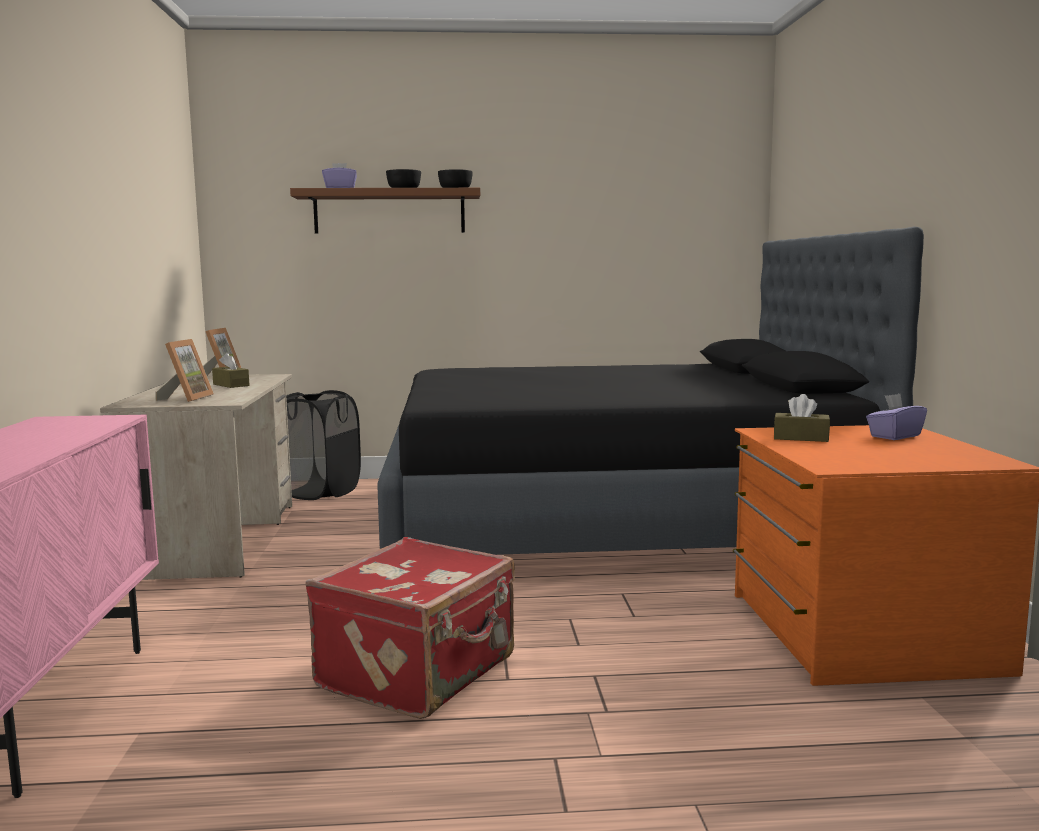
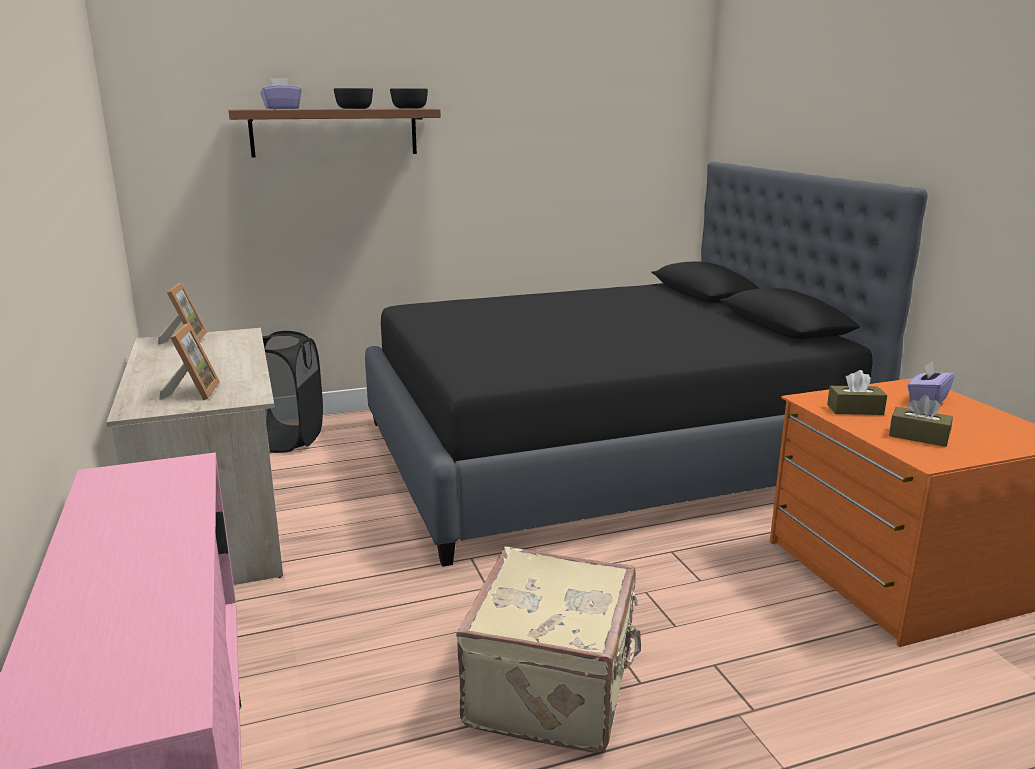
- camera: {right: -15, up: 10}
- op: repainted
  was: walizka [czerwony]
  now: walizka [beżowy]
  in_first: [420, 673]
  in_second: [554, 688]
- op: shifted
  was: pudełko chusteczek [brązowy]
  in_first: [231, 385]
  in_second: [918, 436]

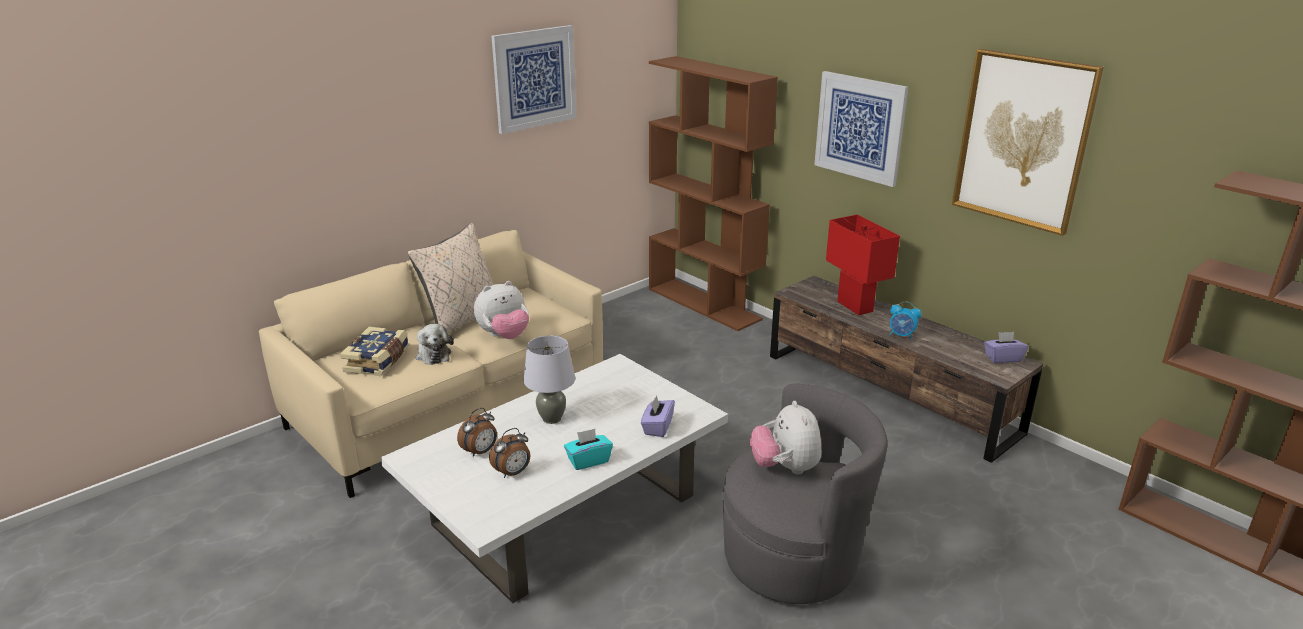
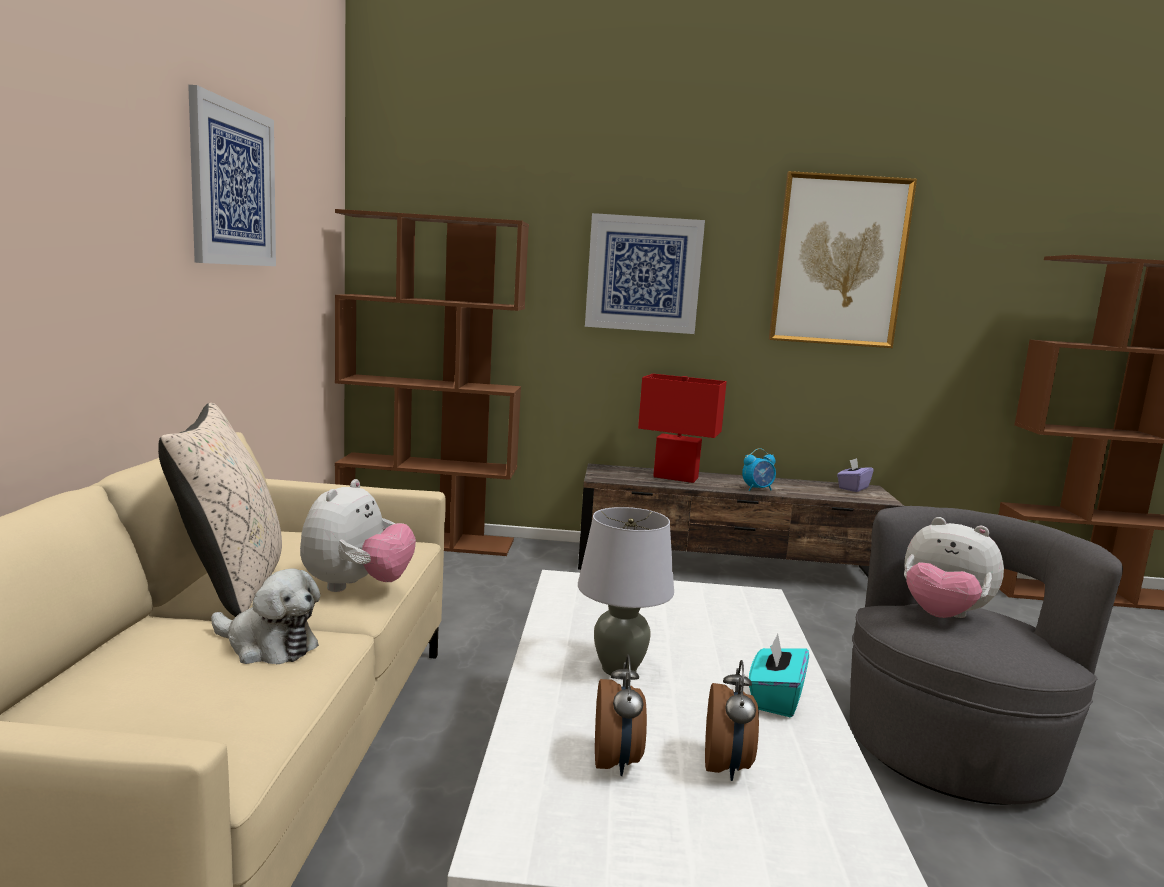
- camera: {right: -45, up: -15}
- op: gone
  was: książka
  in_first: [378, 361]
- op: gone
  was: pudełko chusteczek [fioletowy]
  in_first: [657, 427]

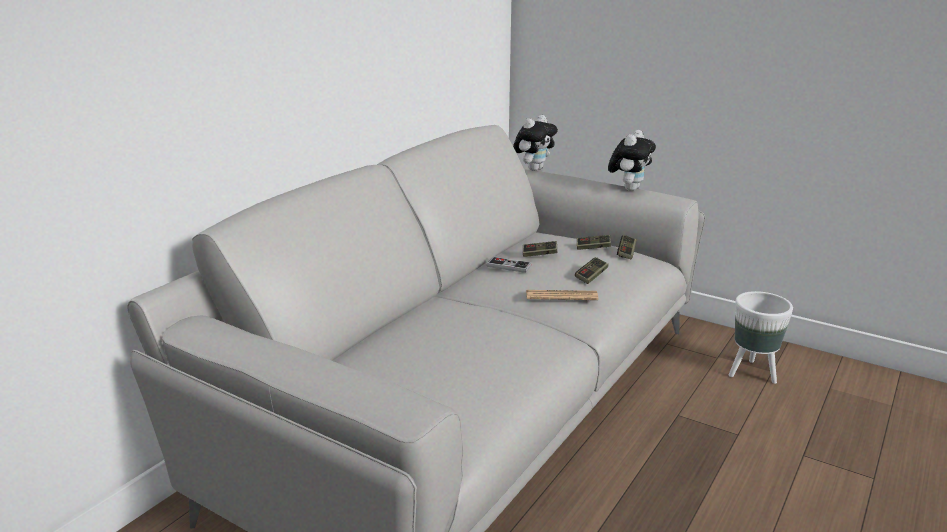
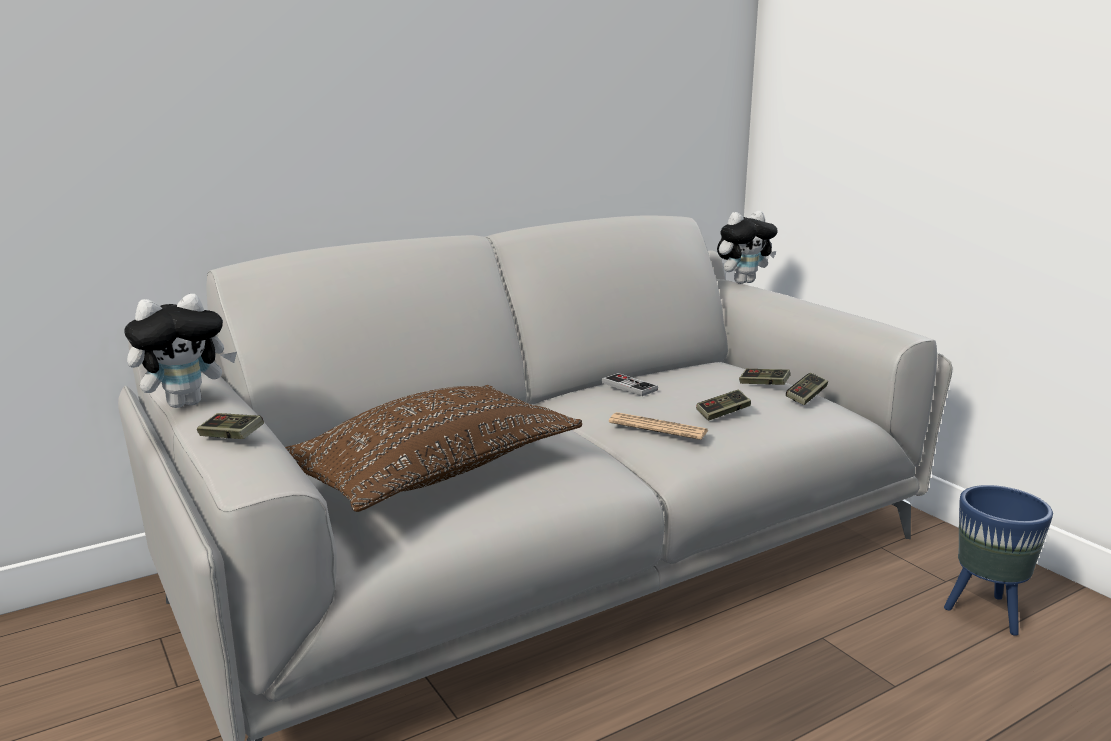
- camera: {right: 25, up: -5}
- op: shifted
  was: pluszak
  in_first: [629, 188]
  in_second: [186, 403]
- op: shifted
  was: pad do gier
  in_first: [539, 255]
  in_second: [231, 437]
- op: new
  now: poduszka [brązowy]
  in_second: [435, 472]
- op: repainted
  was: donica [biały]
  now: donica [niebieski]
  in_first: [752, 373]
  in_second: [987, 613]

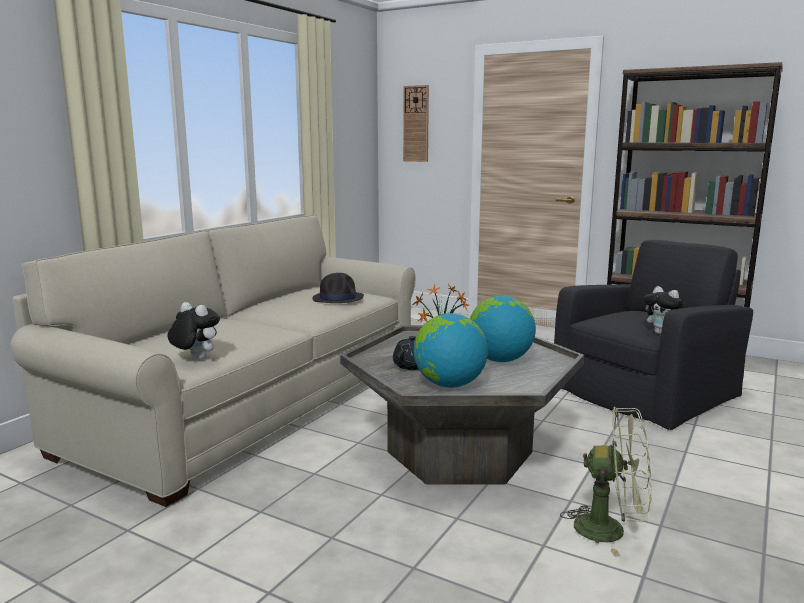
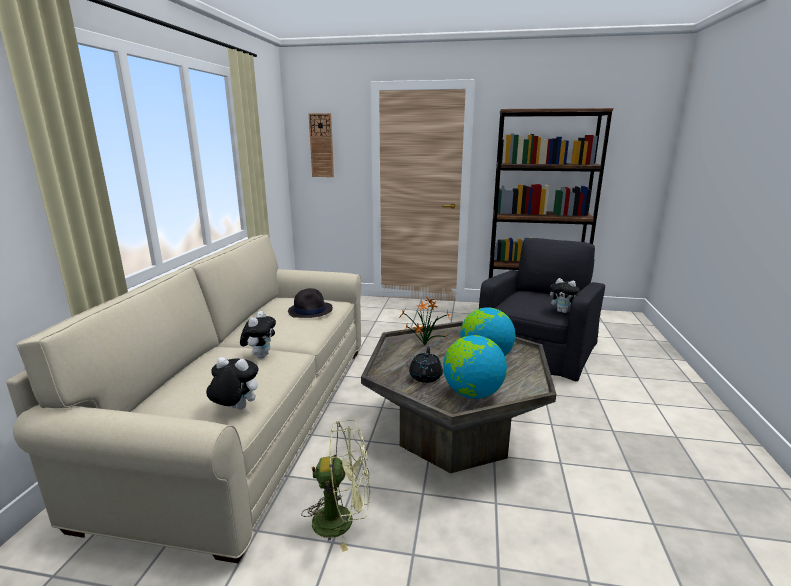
- camera: {right: -20, up: 5}
- op: new
  now: pluszak
  in_second: [260, 356]
- op: shifted
  was: wentylator [zielony]
  in_first: [611, 530]
  in_second: [342, 520]

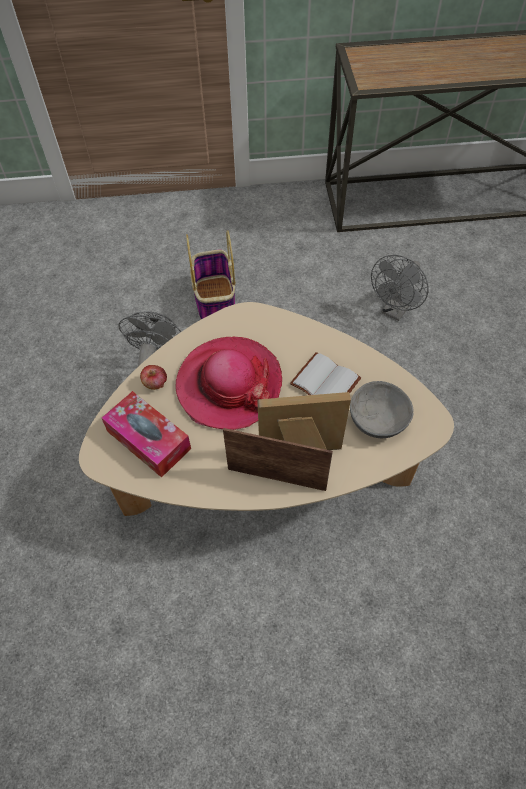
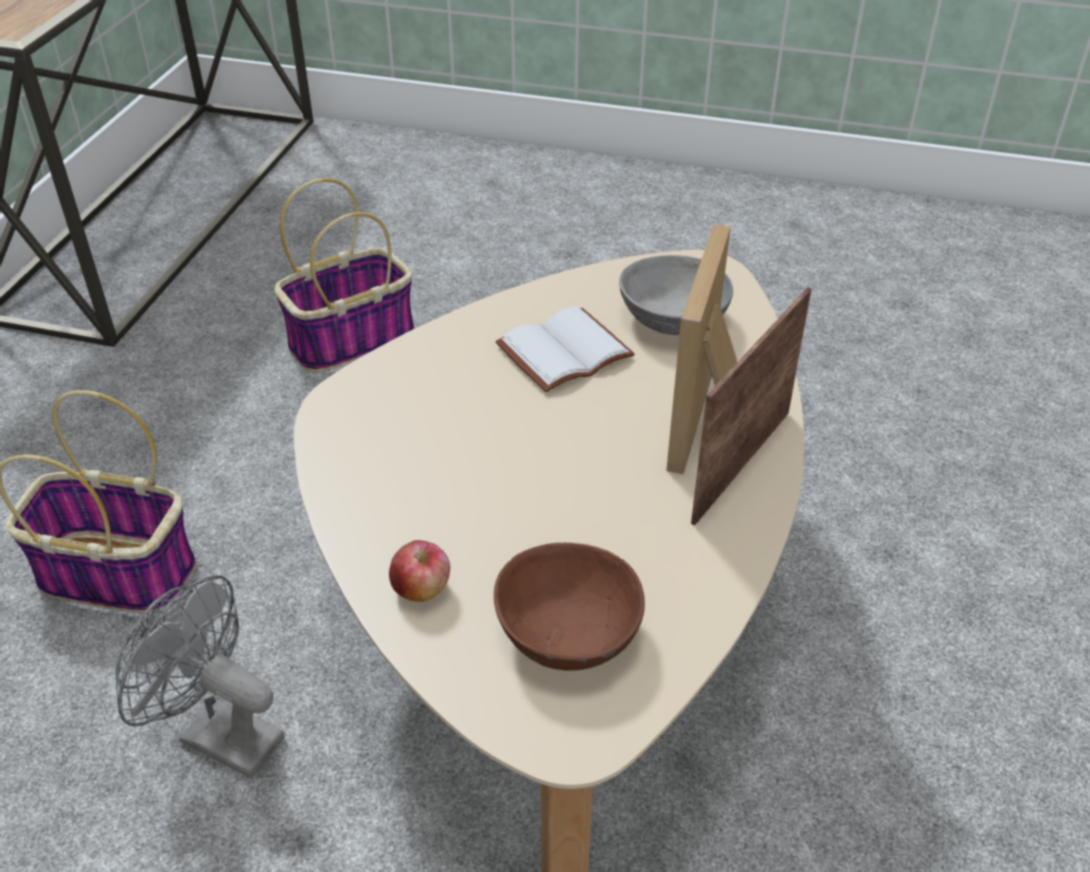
- camera: {right: -70, up: -15}
- op: swapped
  was: wentylator [szary]
  now: koszyk
  in_first: [395, 311]
  in_second: [352, 339]
- op: swapped
  was: pudełko chusteczek
  now: miska [brązowy]
  in_first: [148, 440]
  in_second: [567, 634]
- op: gone
  was: kapelusz
  in_first: [229, 385]

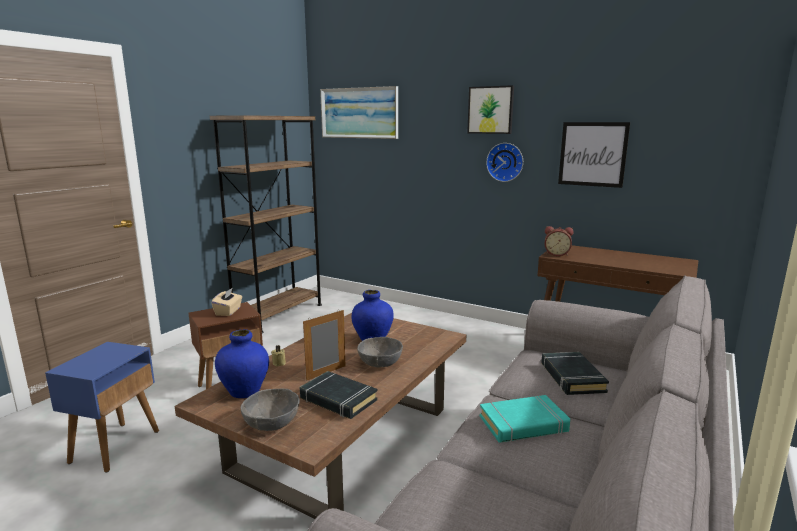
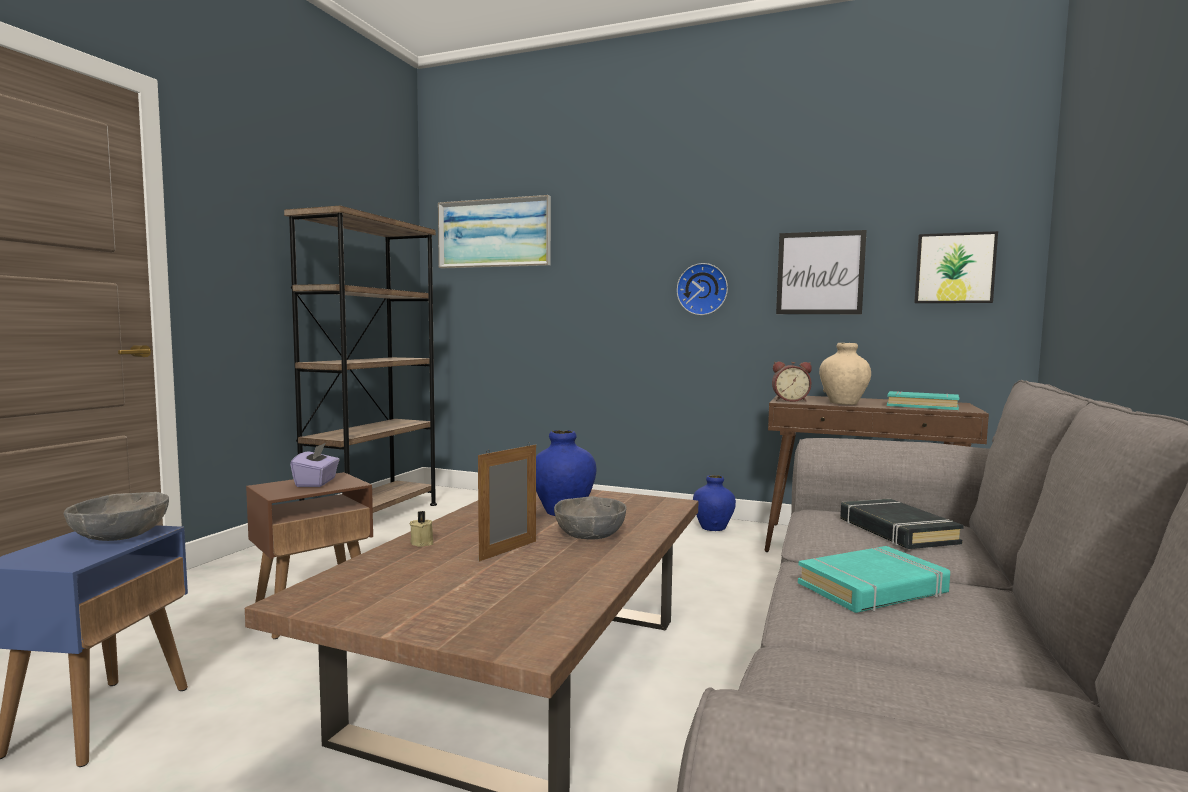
- camera: {right: -10, up: -10}
- op: shifted
  was: miska [szary]
  in_first: [272, 423]
  in_second: [121, 536]
- op: repainted
  was: pudełko chusteczek [beżowy]
  now: pudełko chusteczek [fioletowy]
  in_first: [228, 311]
  in_second: [316, 482]
- op: shifted
  was: wazon [niebieski]
  in_first: [245, 392]
  in_second: [713, 528]
- op: new
  now: wazon [beżowy]
  in_second: [843, 403]
- op: new
  now: książka [turkusowy]
  in_second: [922, 406]
- op: shifted
  was: obraz
  in_first: [491, 110]
  in_second: [954, 268]
- op: gone
  was: książka [czarny]
  in_first: [338, 399]

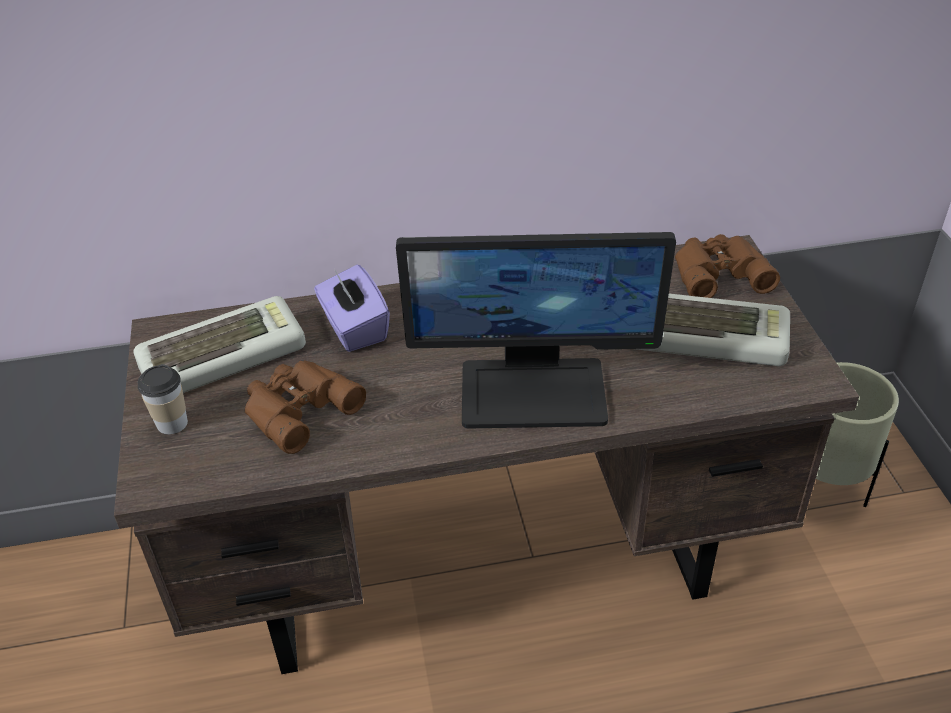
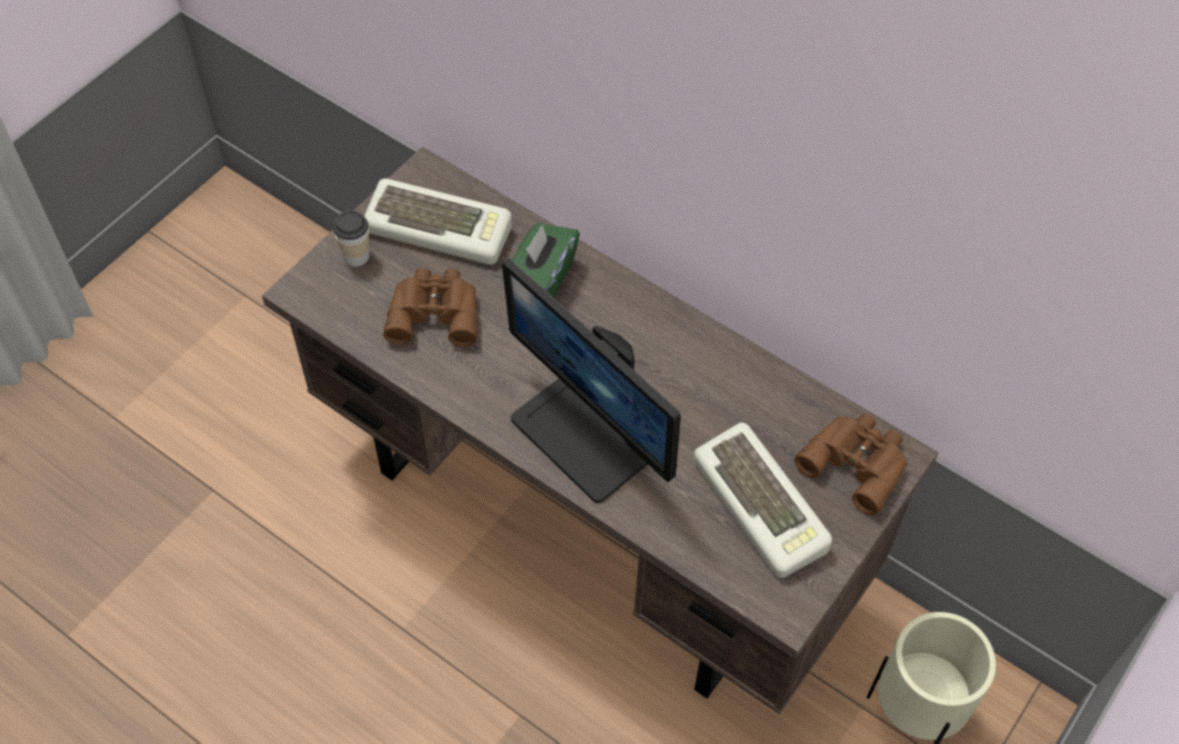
- camera: {right: 45, up: 15}
- op: repainted
  was: pudełko chusteczek [fioletowy]
  now: pudełko chusteczek [zielony]
  in_first: [354, 328]
  in_second: [542, 277]

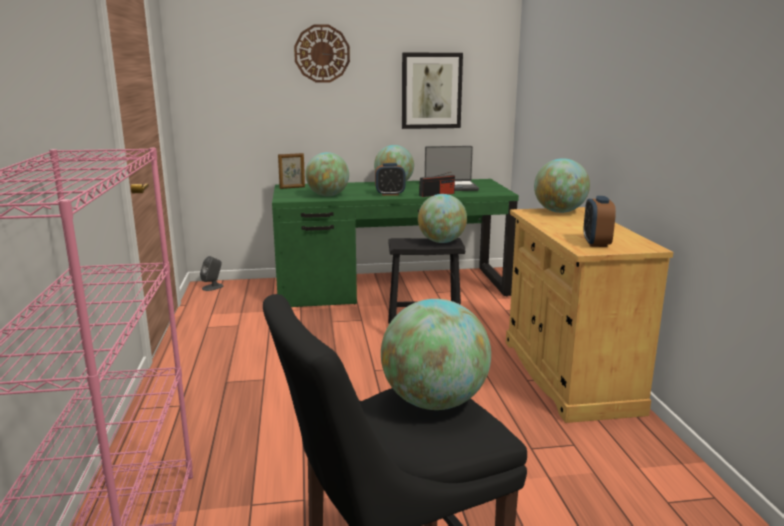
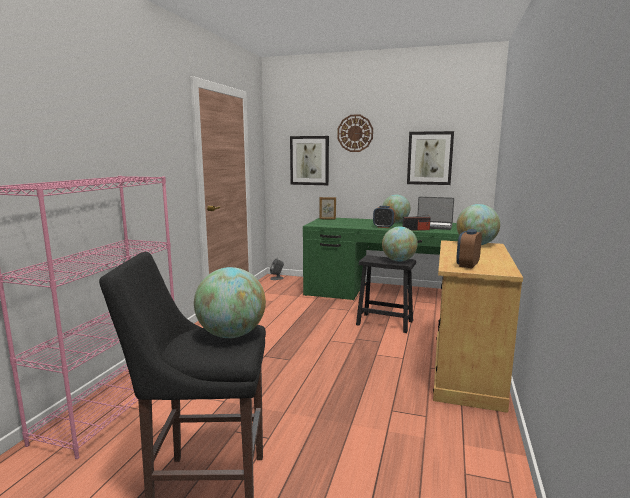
- camera: {right: 25, up: -5}
- op: new
  now: obraz
  in_second: [309, 160]
- op: gone
  was: globus
  in_first: [327, 195]

